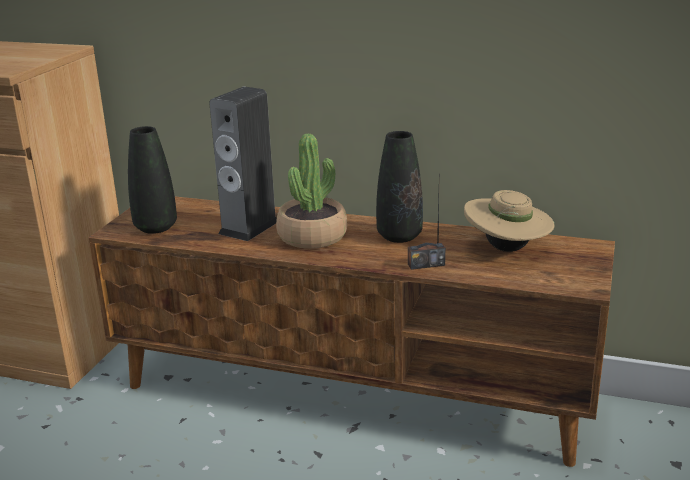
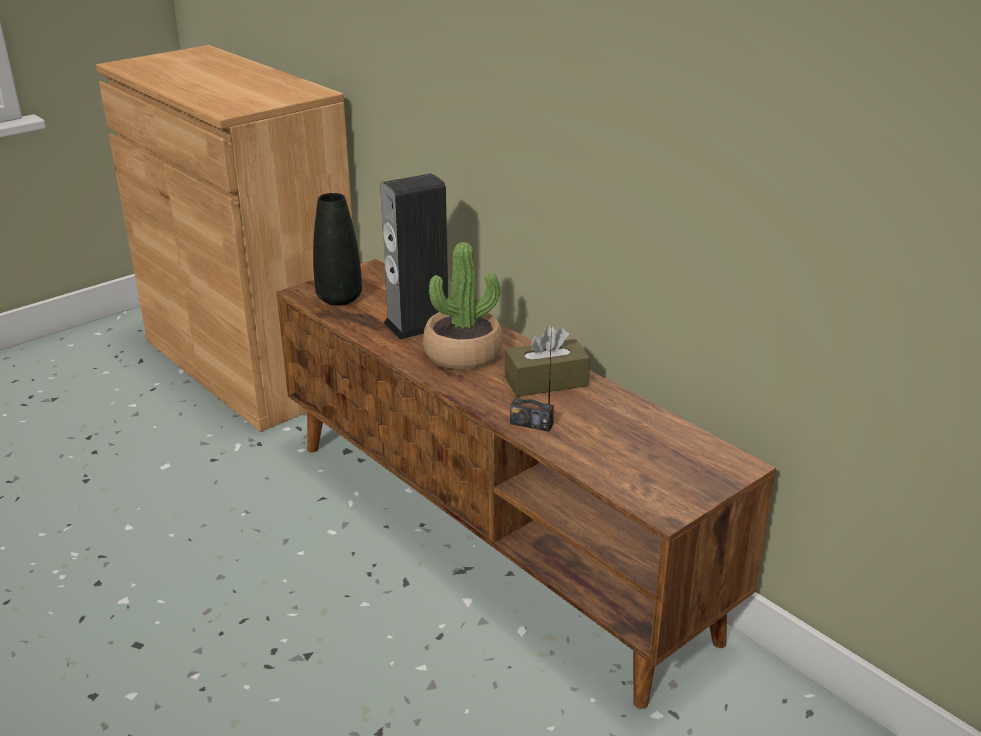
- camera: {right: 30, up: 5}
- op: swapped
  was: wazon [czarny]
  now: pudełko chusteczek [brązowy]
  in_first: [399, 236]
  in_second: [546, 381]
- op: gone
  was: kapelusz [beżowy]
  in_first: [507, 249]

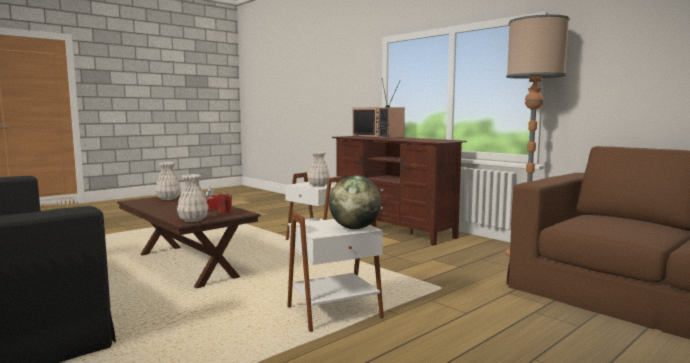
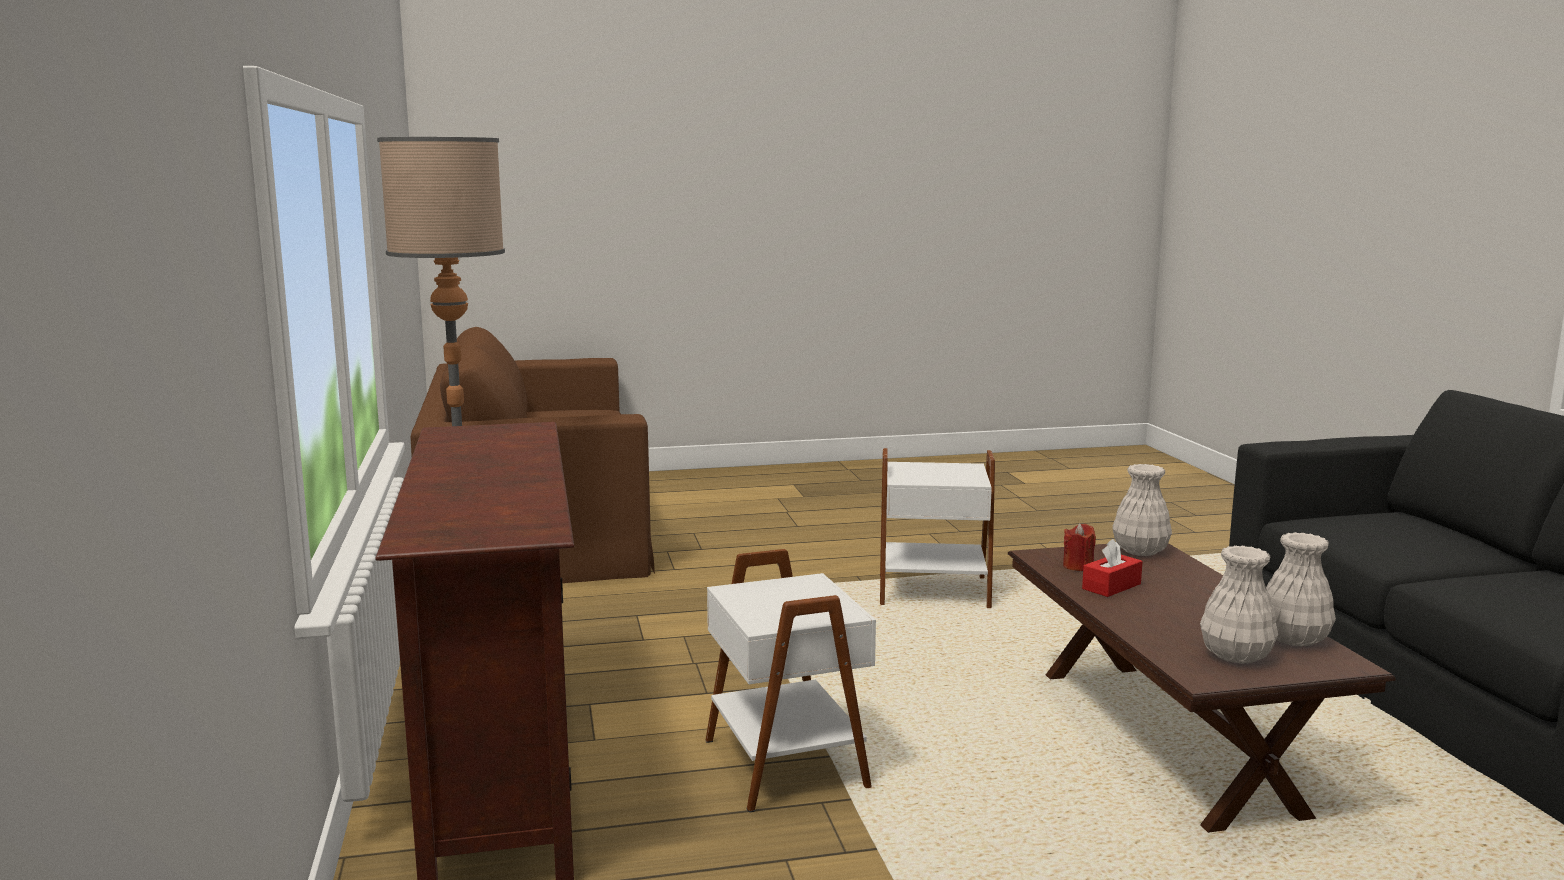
- camera: {right: -150, up: 5}
- op: shifted
  was: wazon [biały]
  in_first: [318, 185]
  in_second: [1293, 639]
- op: gone
  was: globus
  in_first: [354, 228]
- op: gone
  was: telewizor
  in_first: [379, 137]

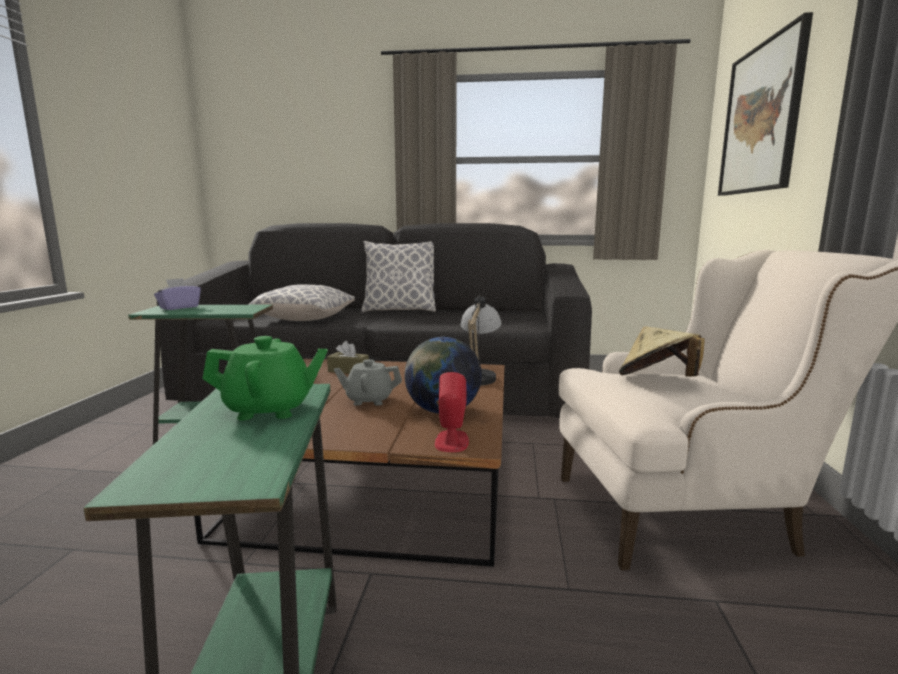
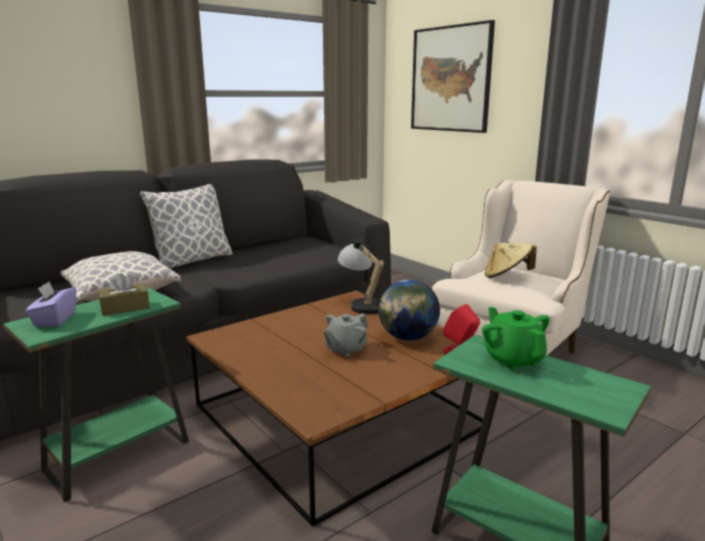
- camera: {right: -45, up: 5}
- op: shifted
  was: pudełko chusteczek [brązowy]
  in_first: [348, 370]
  in_second: [125, 308]
- op: rotated
  was: imbryk [zielony]
  in_first: [269, 410]
  in_second: [513, 360]
  clockwise: -60

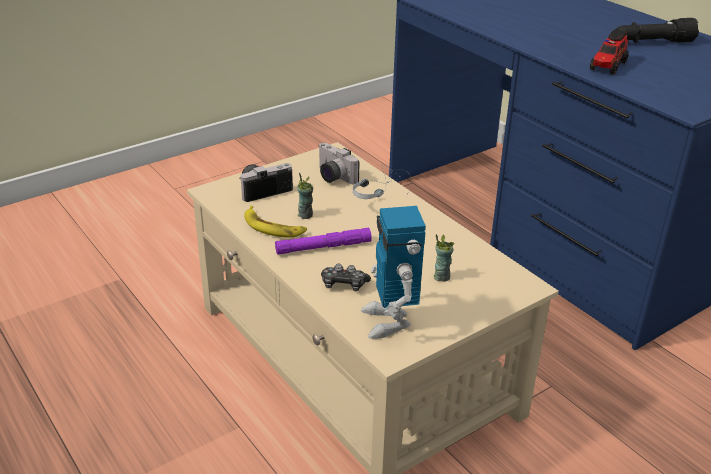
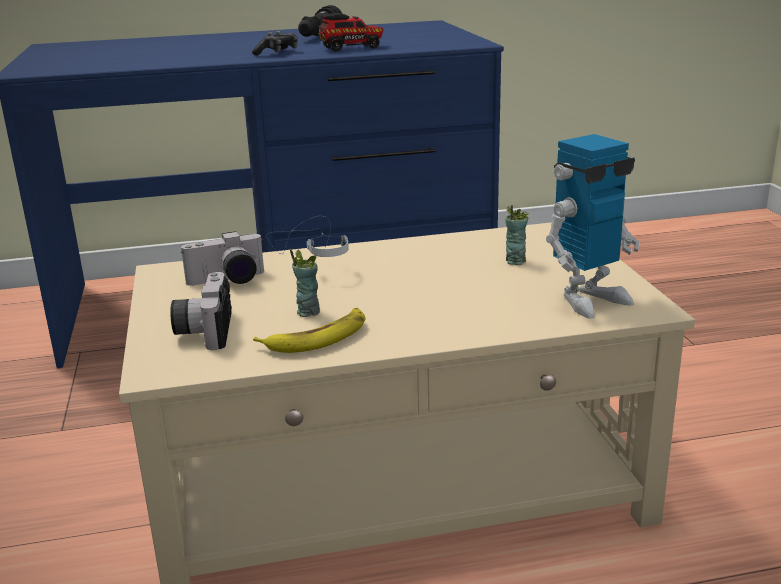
- camera: {right: -65, up: -10}
- op: shifted
  was: pad do gier
  in_first: [344, 284]
  in_second: [277, 52]
- op: rotated
  was: ciężarówka zabawkowa
  in_first: [607, 66]
  in_second: [352, 48]
  clockwise: -75
- op: rotated
  was: robot zabawkowy
  in_first: [390, 321]
  in_second: [589, 300]
  clockwise: -45
- op: gone
  was: latarka [fioletowy]
  in_first: [323, 247]

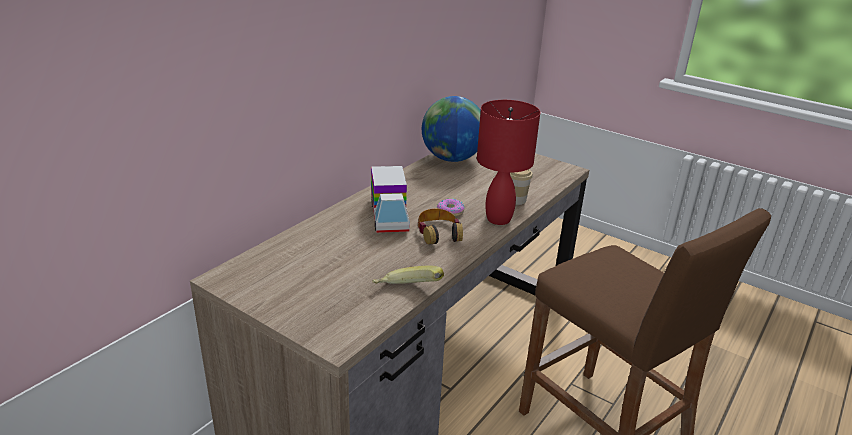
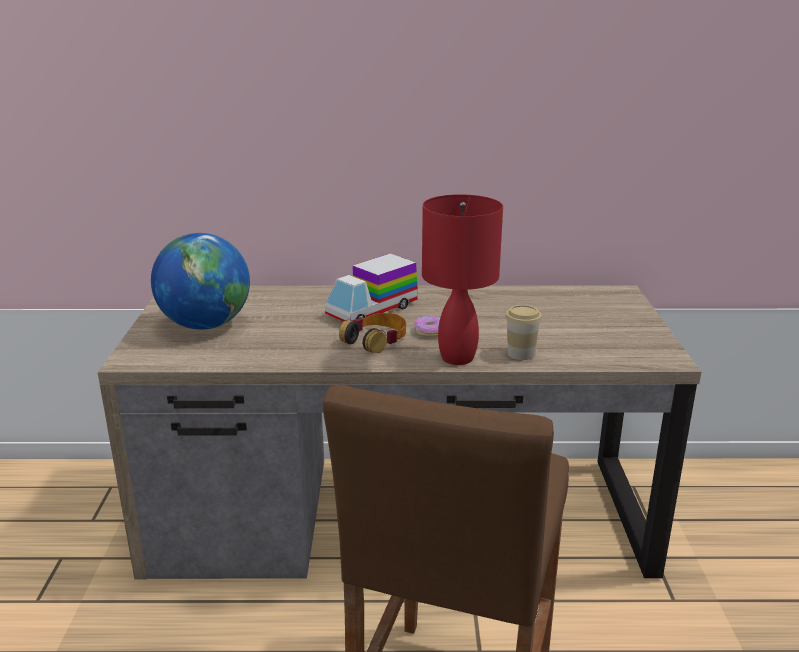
- camera: {right: 55, up: -5}
- op: shifted
  was: globus
  in_first: [451, 159]
  in_second: [205, 325]
- op: gone
  was: banan
  in_first: [407, 292]

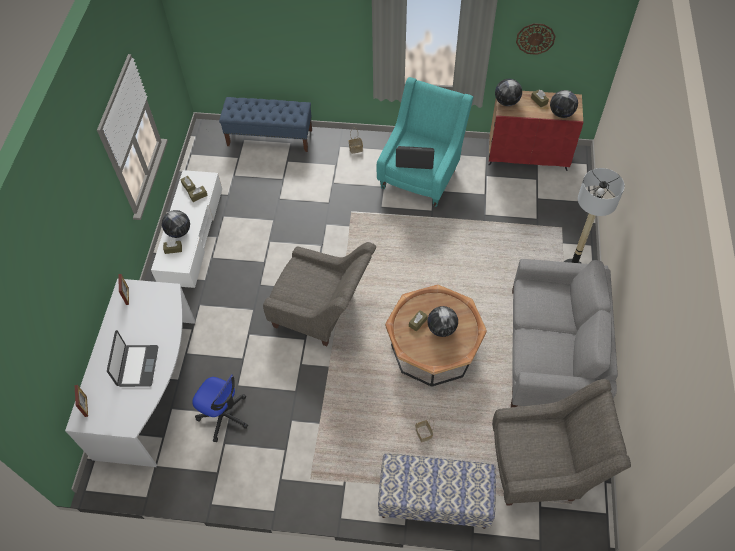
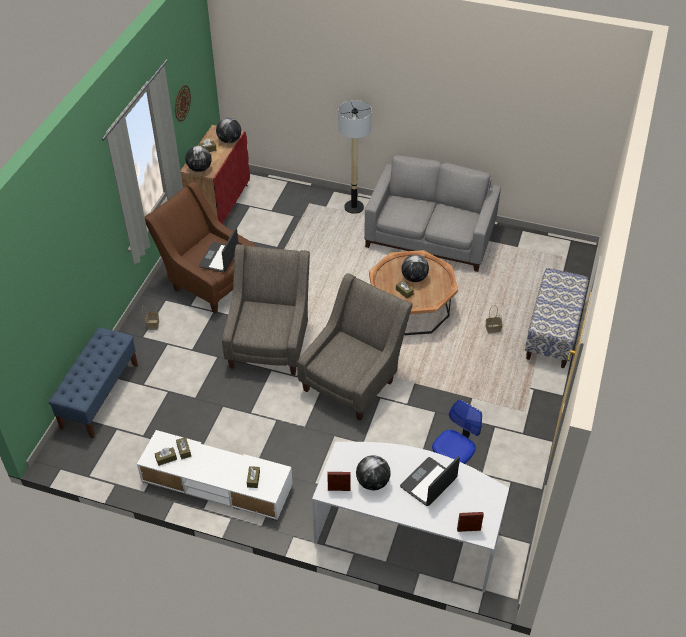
- camera: {right: -80, up: -10}
- op: repainted
  was: fotel [turkusowy]
  now: fotel [brązowy]
  in_first: [422, 172]
  in_second: [208, 280]
- op: shifted
  was: fotel [szary]
  in_first: [544, 465]
  in_second: [270, 342]
- op: shifted
  was: globus
  in_first: [179, 232]
  in_second: [372, 482]
- op: rotated
  was: laptop
  in_first: [137, 366]
  in_second: [429, 483]
  clockwise: -60

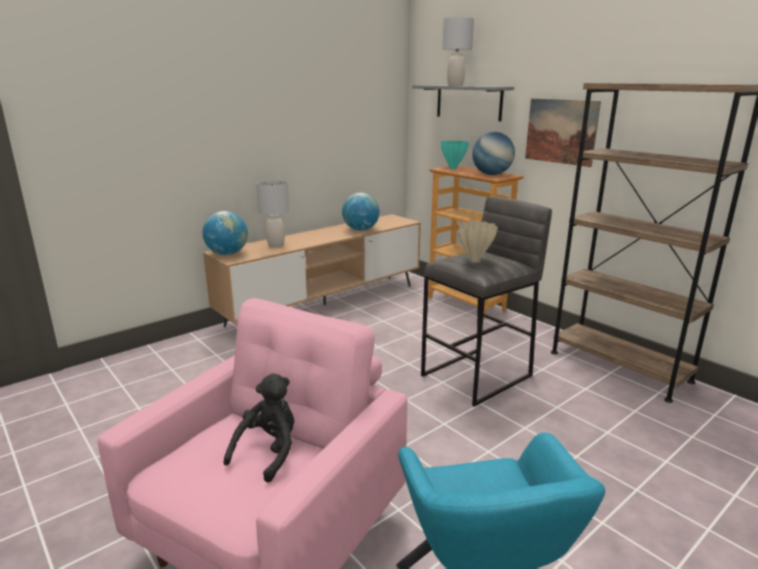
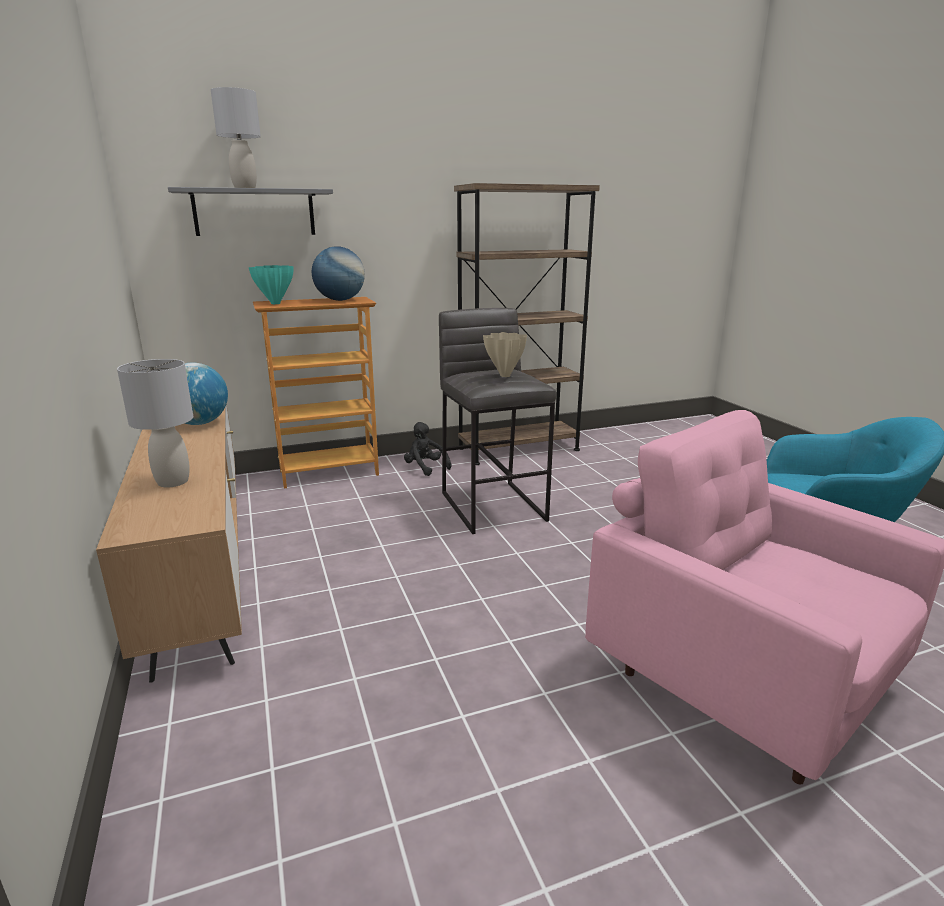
- camera: {right: -70, up: 0}
- op: shifted
  was: pluszak [czarny]
  in_first: [268, 452]
  in_second: [425, 468]
- op: gone
  was: globus
  in_first: [227, 254]
- op: gone
  was: obraz
  in_first: [561, 131]

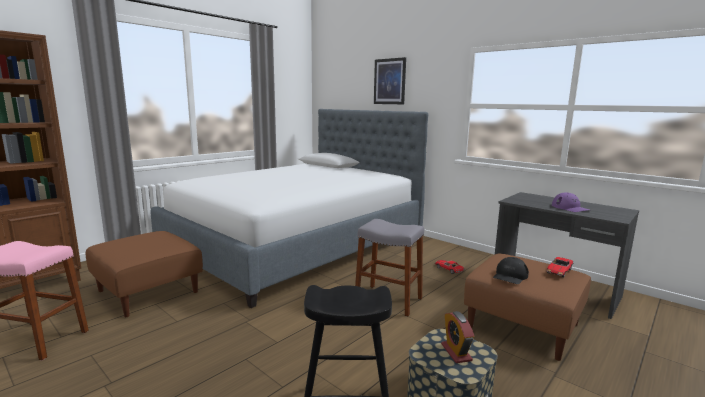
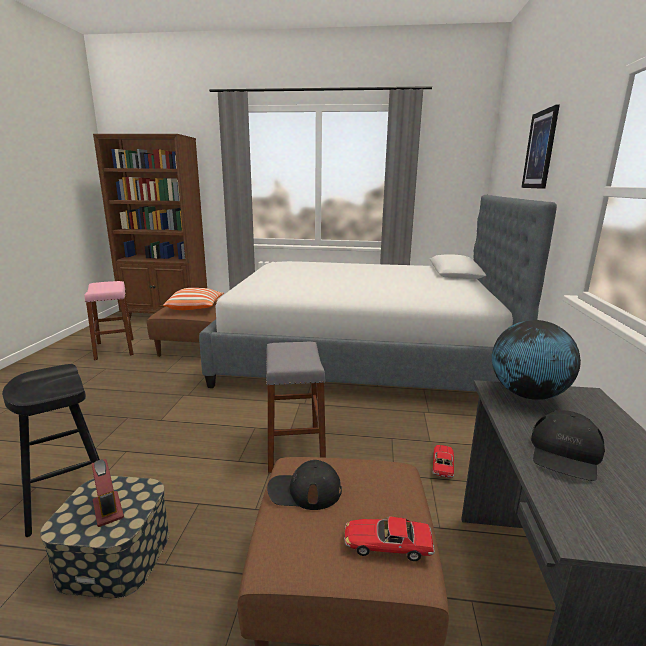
- camera: {right: 55, up: 5}
- op: rotated
  was: budzik
  in_first: [456, 352]
  in_second: [108, 509]
  clockwise: -75
- op: new
  now: poduszka
  in_second: [195, 308]
- op: new
  now: globus
  in_second: [527, 395]
- op: repainted
  was: czapka z daszkiem [fioletowy]
  now: czapka z daszkiem [czarny]
  in_first: [570, 208]
  in_second: [565, 453]

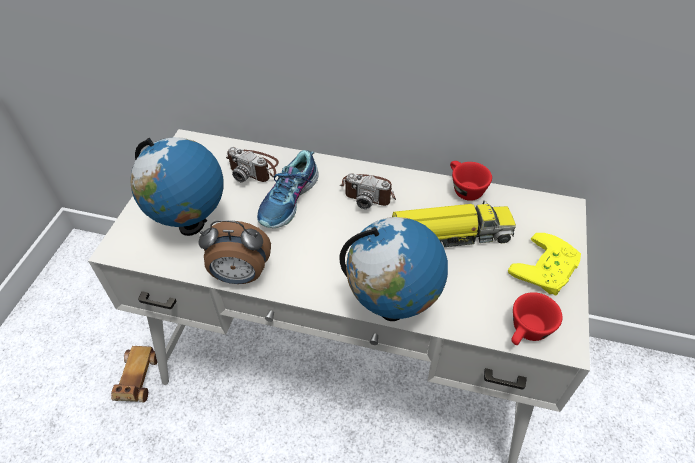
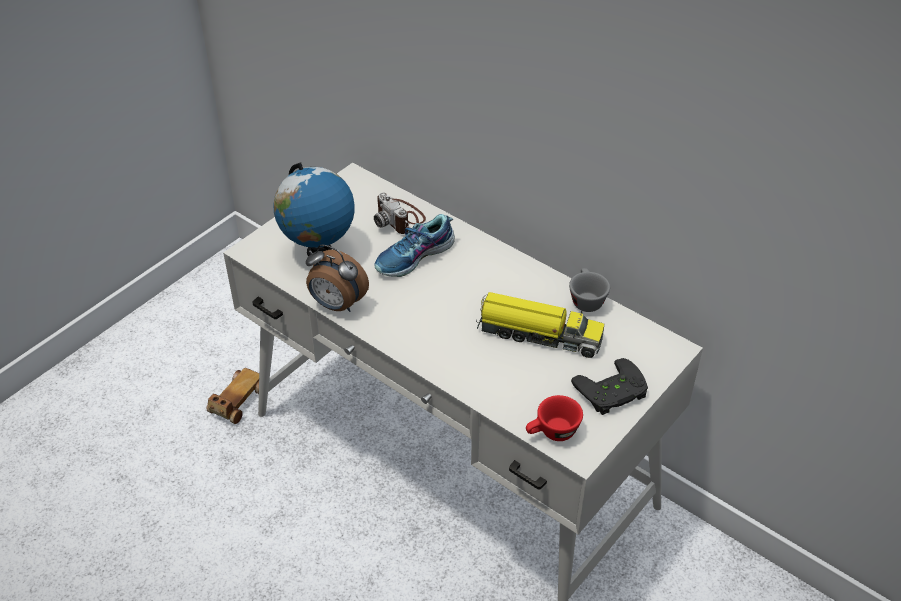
- camera: {right: 25, up: -5}
- op: repainted
  was: filiżanka [czerwony]
  now: filiżanka [szary]
  in_first: [464, 189]
  in_second: [585, 299]
- op: repainted
  was: pad do gier [żółty]
  now: pad do gier [czarny]
  in_first: [548, 270]
  in_second: [612, 393]
- op: gone
  was: aparat fotograficzny
  in_first: [368, 192]
- op: gone
  was: globus
  in_first: [391, 308]

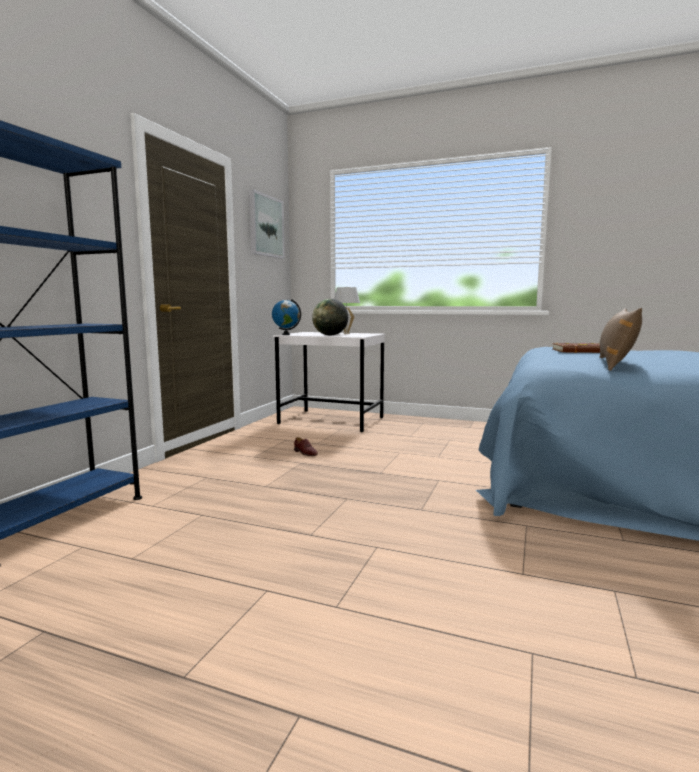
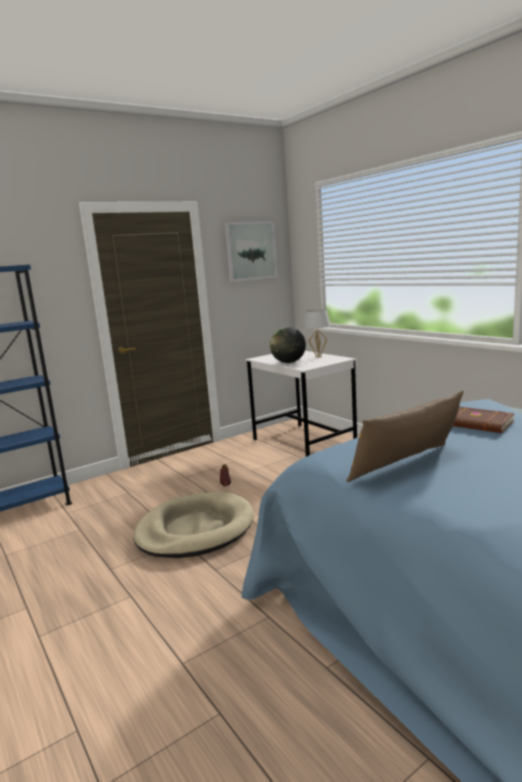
- camera: {right: 35, up: 5}
- op: new
  now: legowisko [beżowy]
  in_second: [195, 529]
- op: gone
  was: globus
  in_first: [286, 334]

